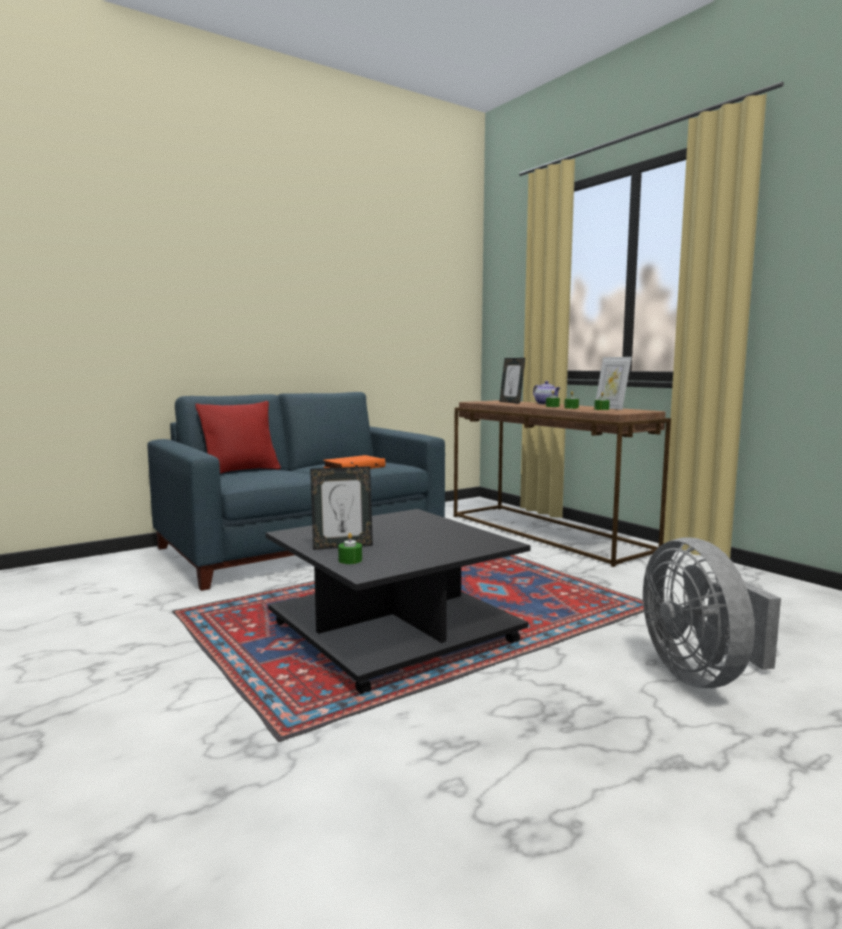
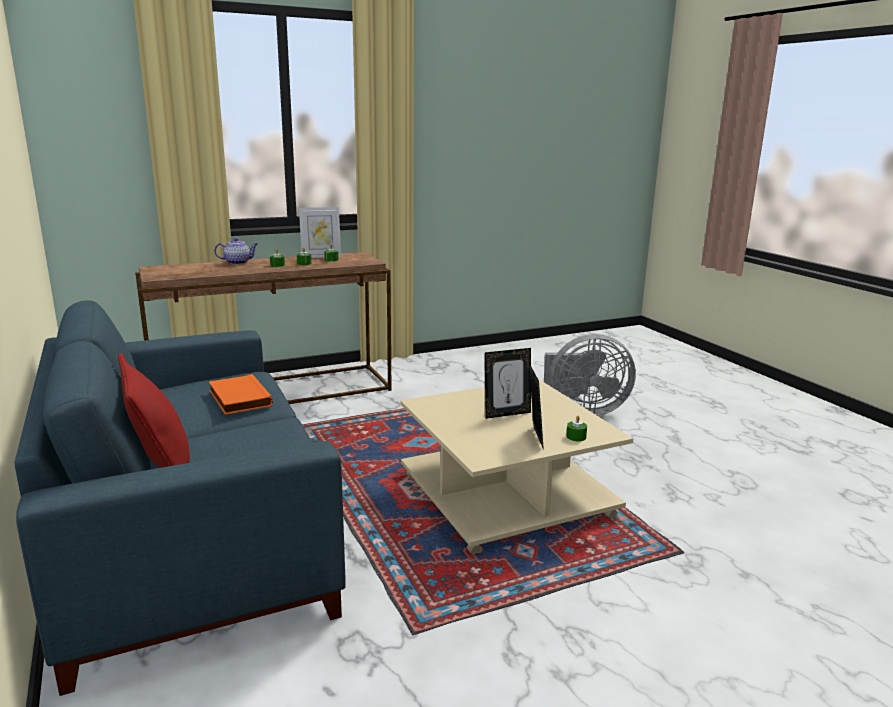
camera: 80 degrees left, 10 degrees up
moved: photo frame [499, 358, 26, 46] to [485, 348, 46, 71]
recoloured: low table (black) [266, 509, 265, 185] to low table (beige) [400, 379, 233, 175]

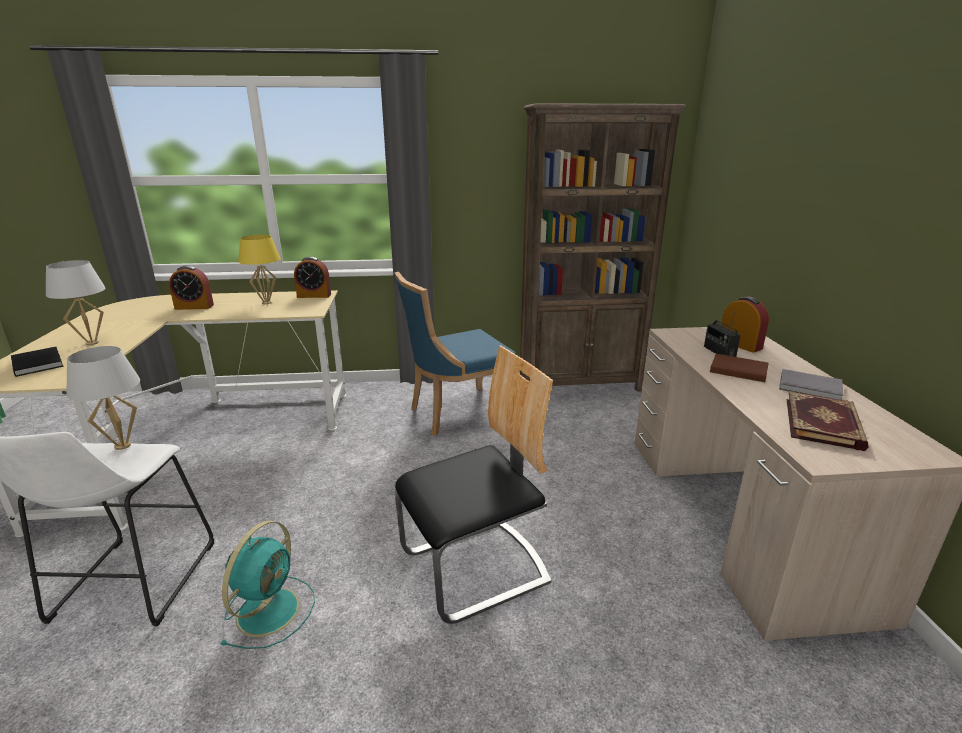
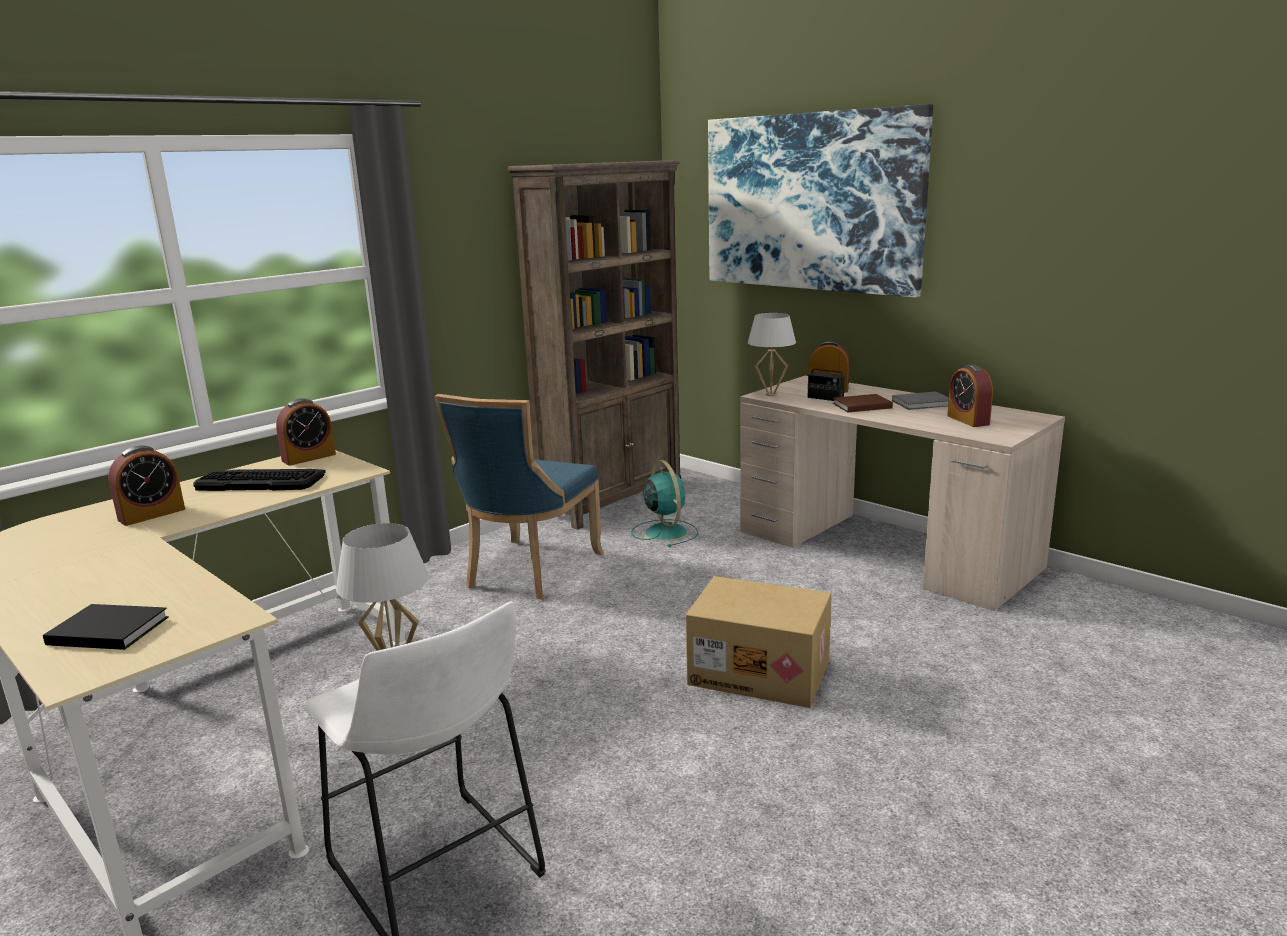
camera: 40 degrees left, 5 degrees down
added: wall picture [708, 104, 225, 194]
moved: table lamp (whitish) [46, 260, 60, 85] to [748, 313, 48, 83]; cooling fan (turquoise-coloured) [220, 521, 95, 128] to [631, 460, 68, 87]
replaced: table lamp (yellow) [238, 235, 43, 69] to keyboard [193, 469, 133, 22]; chair [395, 346, 158, 278] to carton [686, 576, 146, 132]; volume [787, 391, 81, 60] to alarm clock [947, 365, 46, 62]

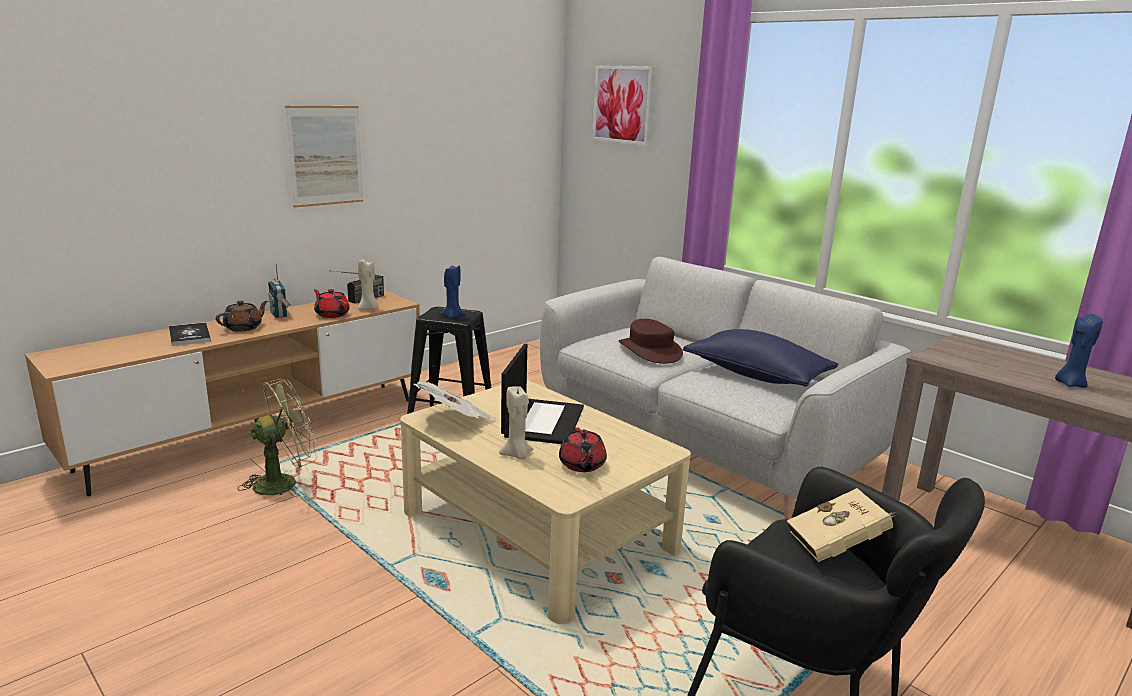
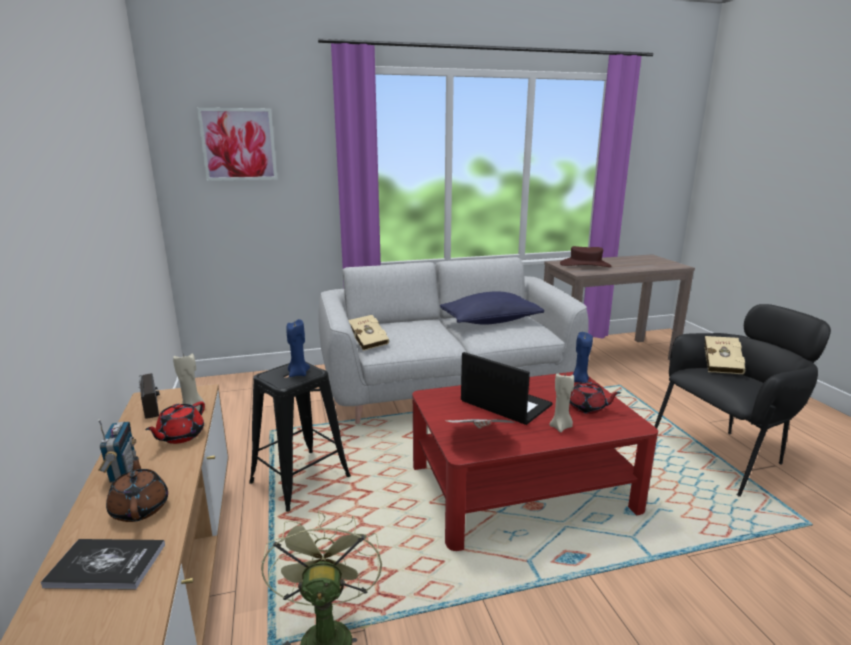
camera: 60 degrees left, 0 degrees up
removed: wall picture [285, 106, 79, 102]
added: volume (beige) [349, 315, 40, 36]
moved: wax candle (blue-coloured) [1055, 314, 48, 74] to [573, 332, 20, 51]; clothing hat (brownish) [619, 319, 64, 45] to [560, 246, 51, 21]
recoloured: low table (beige) [400, 380, 291, 244] to low table (red-coloured) [412, 372, 246, 179]
turned: radio receiver [268, 264, 23, 54] = [98, 419, 38, 64] 105 degrees counterclockwise; pot for tea (red-coloured) [314, 289, 36, 29] = [145, 401, 60, 43] 45 degrees counterclockwise

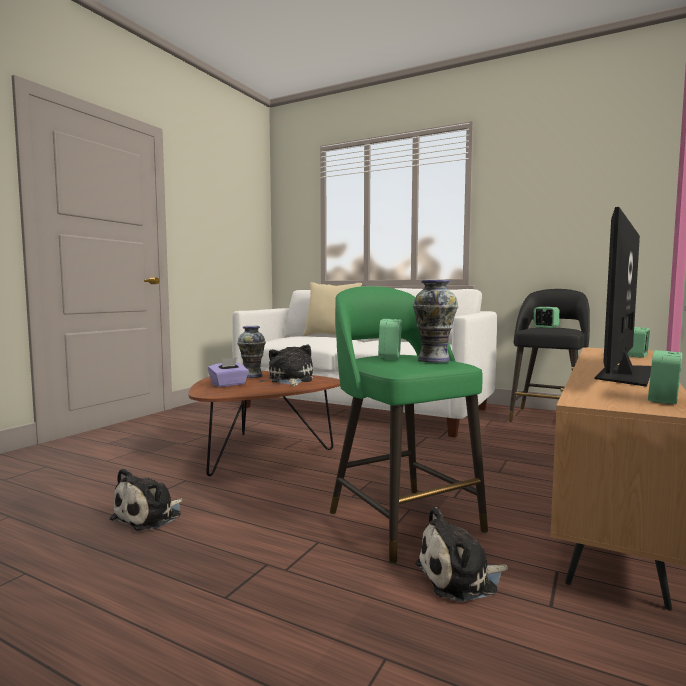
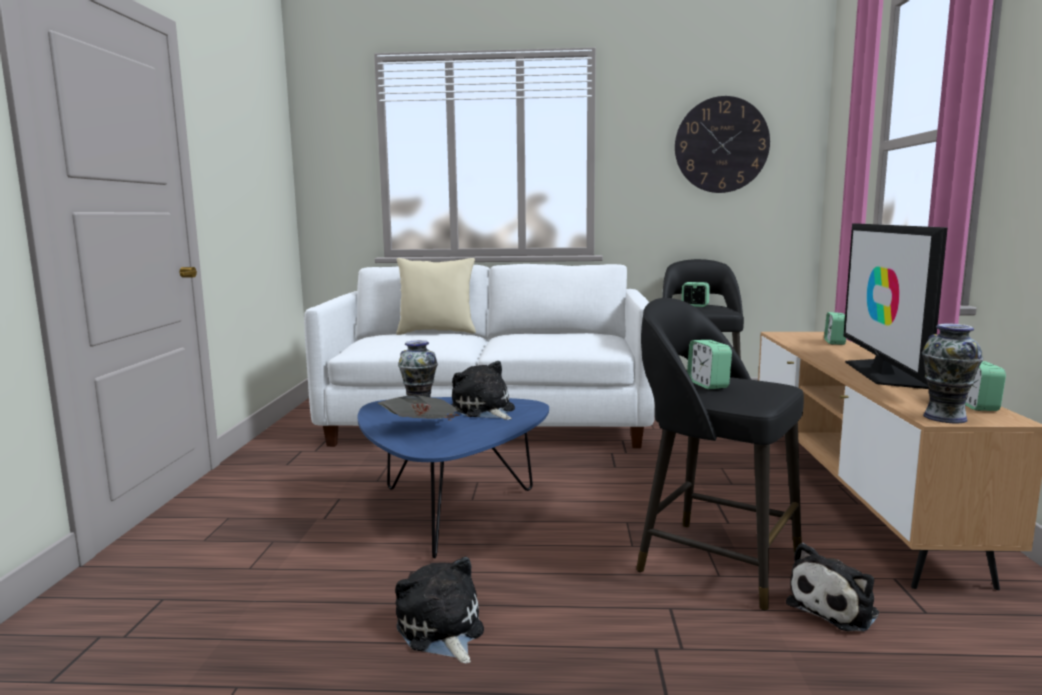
camera: 25 degrees left, 5 degrees up
added: clock on the wall [675, 96, 95, 97]
moved: flower vase [413, 279, 45, 84] to [922, 323, 61, 101]
replaced: tissue box (purple-coloured) [208, 358, 41, 29] to daily paper [378, 395, 80, 24]
recoloured: sitting stool (greenish) [330, 286, 158, 277] to sitting stool (black) [636, 298, 168, 313]; low table (brownish) [189, 371, 151, 105] to low table (blue-coloured) [358, 397, 191, 161]
turned: cuddly toy [110, 468, 73, 63] = [395, 556, 89, 108] 150 degrees clockwise

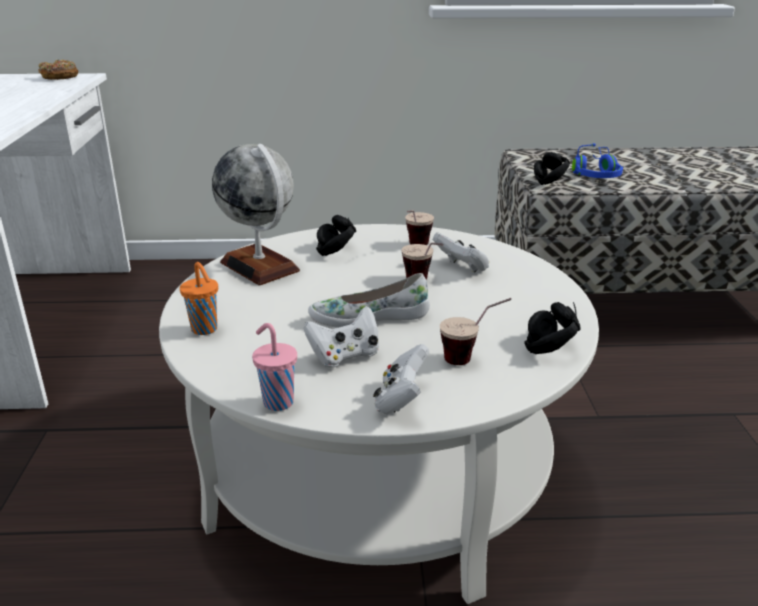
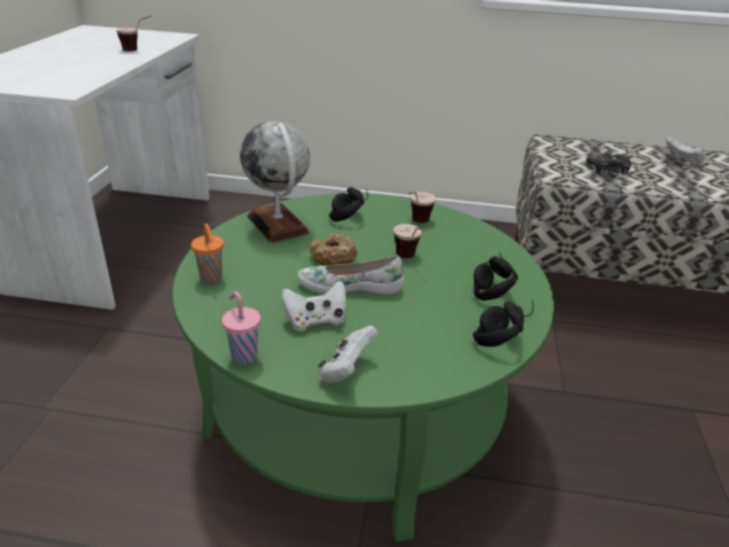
camera: 10 degrees right, 5 degrees up
moved: doughnut [38, 60, 40, 20] to [310, 233, 47, 33]; headset (black) [534, 152, 36, 33] to [473, 252, 45, 49]; joypad (whitish) [433, 232, 56, 40] to [666, 136, 39, 29]; small cup [440, 298, 71, 67] to [116, 15, 36, 36]
replaced: headset (blue-coloured) [572, 143, 51, 35] to joypad (black) [586, 152, 45, 23]
recoloured: low table (whitish) [159, 224, 440, 380] to low table (greenish) [172, 193, 382, 349]

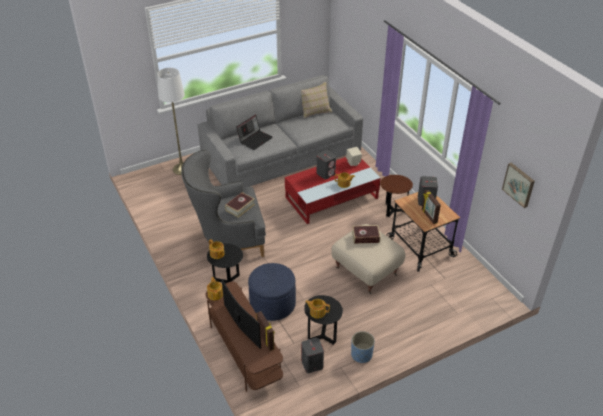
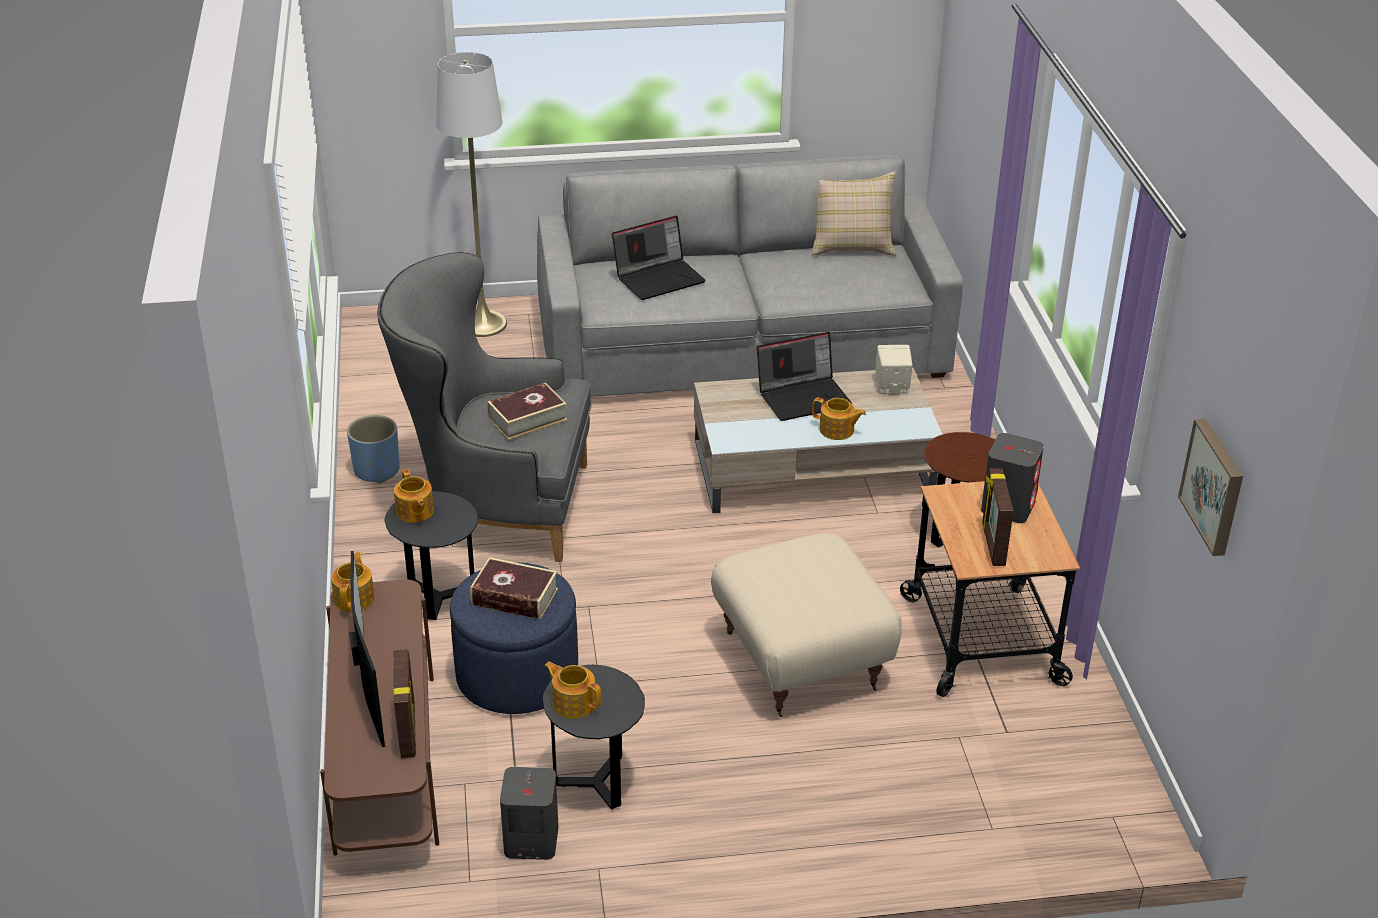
camera: 20 degrees right, 5 degrees down
moved: volume [352, 225, 29, 19] to [470, 557, 88, 63]; planter (blue-coloured) [351, 331, 24, 32] to [347, 415, 53, 68]
replaced: audio speaker (gray) [317, 150, 19, 29] to laptop [757, 332, 95, 89]
recoloured: low table (red-coloured) [285, 157, 96, 67] to low table (beige) [694, 367, 249, 146]

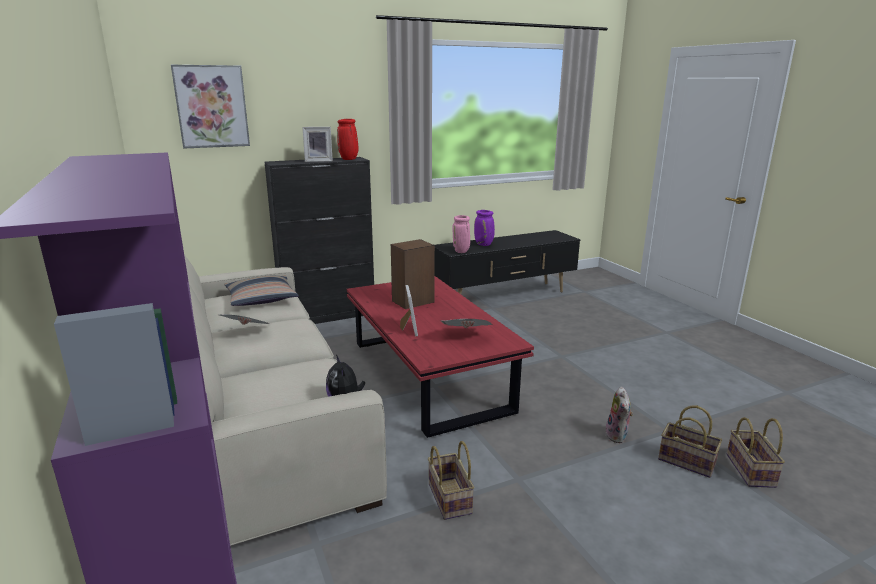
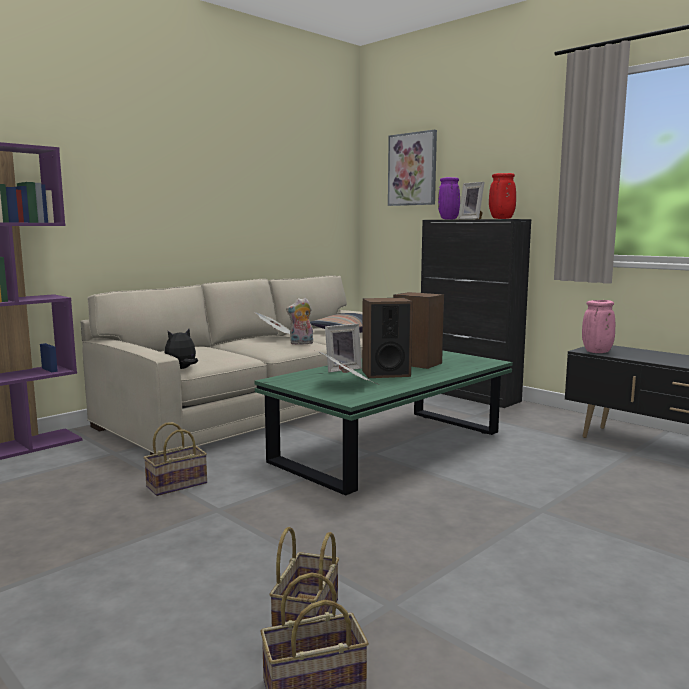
camera: 70 degrees right, 10 degrees down
added: audio speaker [362, 298, 51, 80]
moved: flower vase (purple-coloured) [474, 210, 21, 36] to [438, 177, 22, 43]; cuddly toy [605, 386, 28, 57] to [286, 298, 27, 47]
recoloured: low table (red-coloured) [347, 276, 187, 162] to low table (greenish) [254, 351, 259, 145]

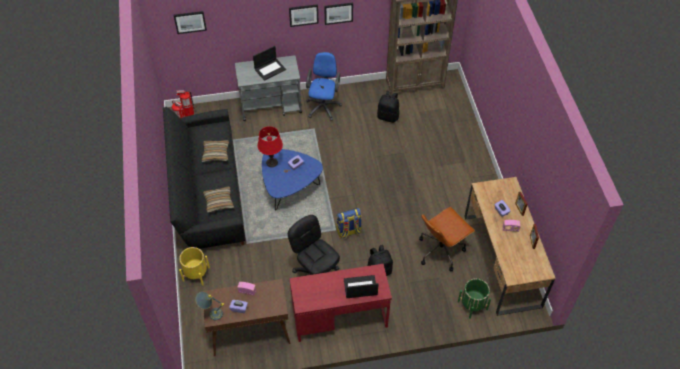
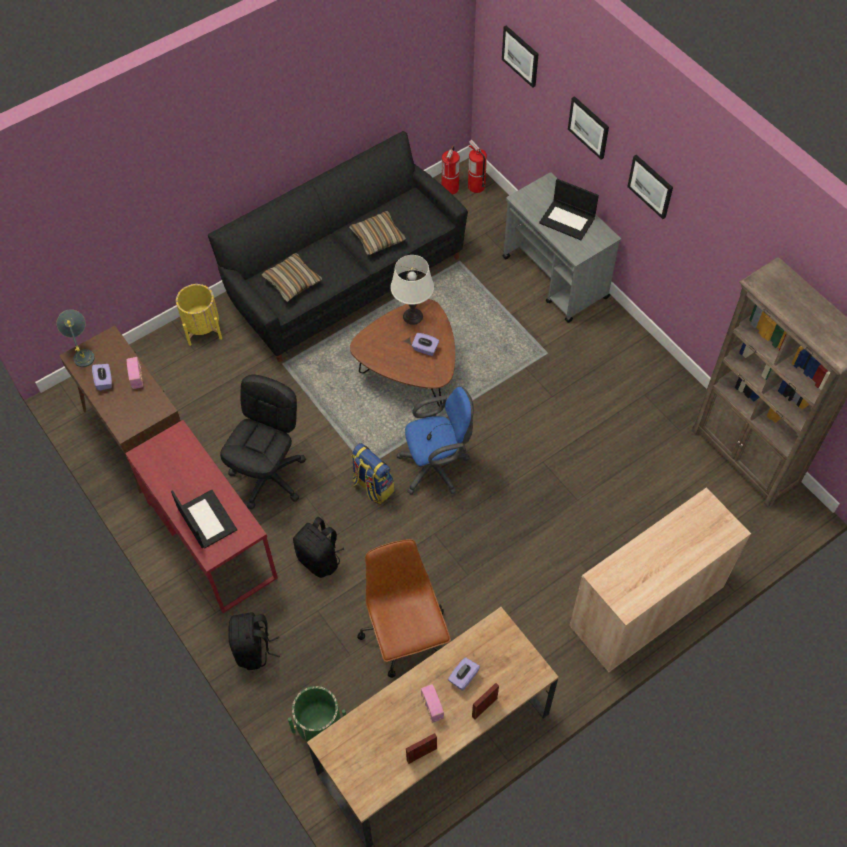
camera: 65 degrees right, 5 degrees up
added: cabinet (beige) [569, 487, 182, 185]
moved: wall picture [324, 3, 29, 22] to [568, 96, 41, 64]; desk chair (blue-coloured) [306, 52, 36, 69] to [396, 387, 78, 108]; backpack (black) [377, 91, 22, 32] to [228, 612, 52, 58]
recoloured: table lamp (red-coloured) [257, 126, 26, 41] to table lamp (whitish) [391, 255, 43, 70]; low table (blue-coloured) [262, 149, 61, 62] to low table (brownish) [350, 299, 105, 108]
turned: desk chair (brownish) [419, 207, 56, 64] = [357, 539, 94, 139] 45 degrees clockwise

